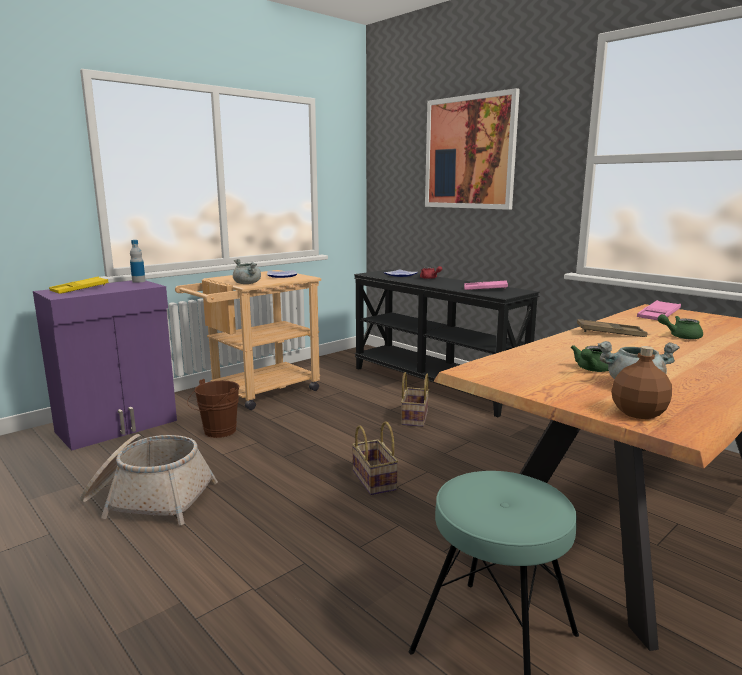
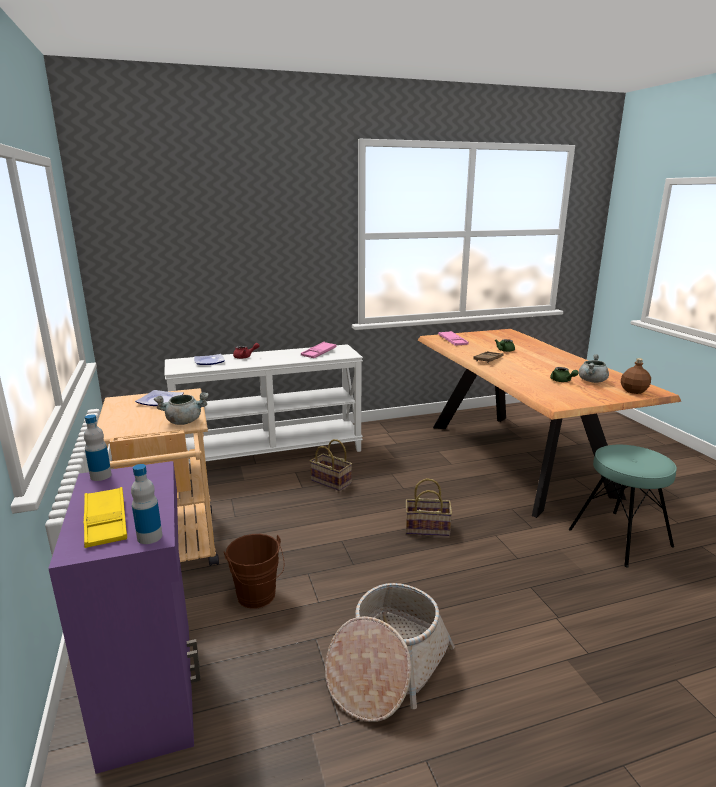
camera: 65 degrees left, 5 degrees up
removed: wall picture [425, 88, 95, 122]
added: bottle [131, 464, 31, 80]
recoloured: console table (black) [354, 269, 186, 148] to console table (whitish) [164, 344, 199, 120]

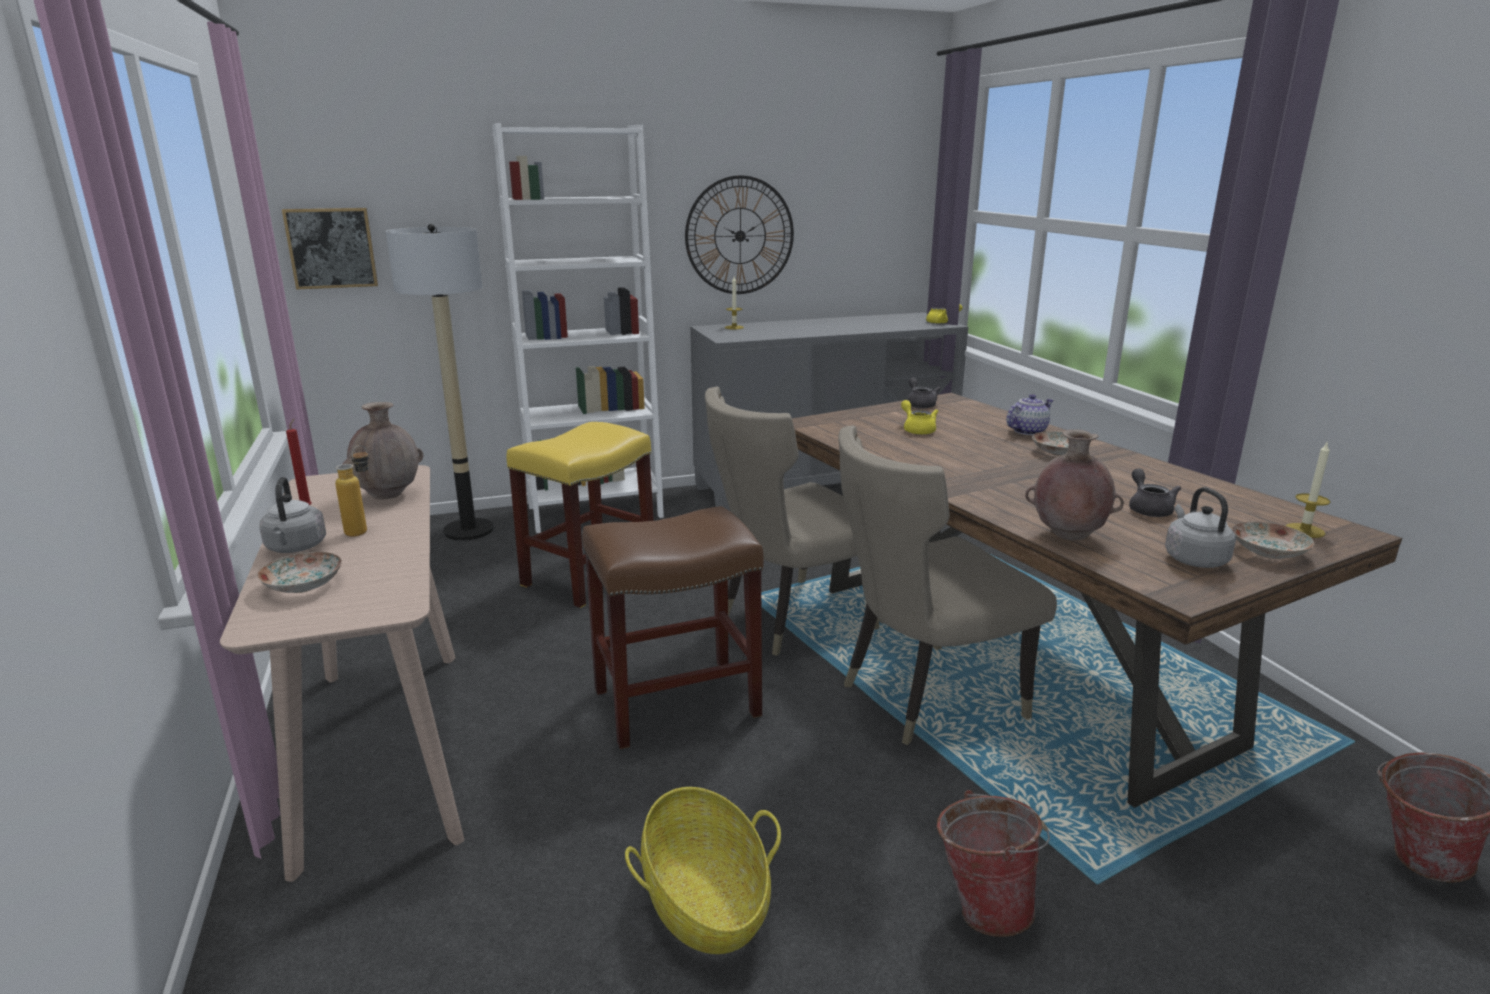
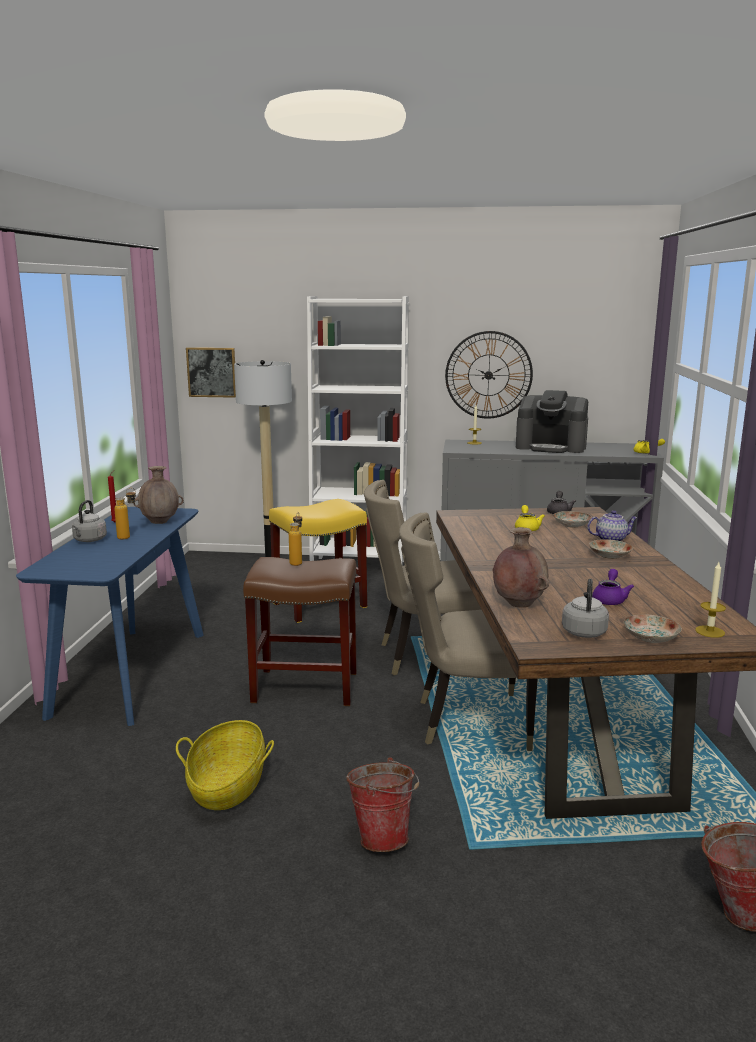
camera: 25 degrees right, 5 degrees down
added: coffee maker [516, 390, 72, 63]; bottle [289, 512, 13, 54]
moved: plate [257, 552, 85, 41] to [554, 511, 38, 17]
recoloured: console table (beige) [220, 465, 244, 417] to console table (blue-coloured) [16, 507, 188, 219]; pot for tea (gray) [1129, 469, 52, 48] to pot for tea (purple-coloured) [592, 569, 42, 36]

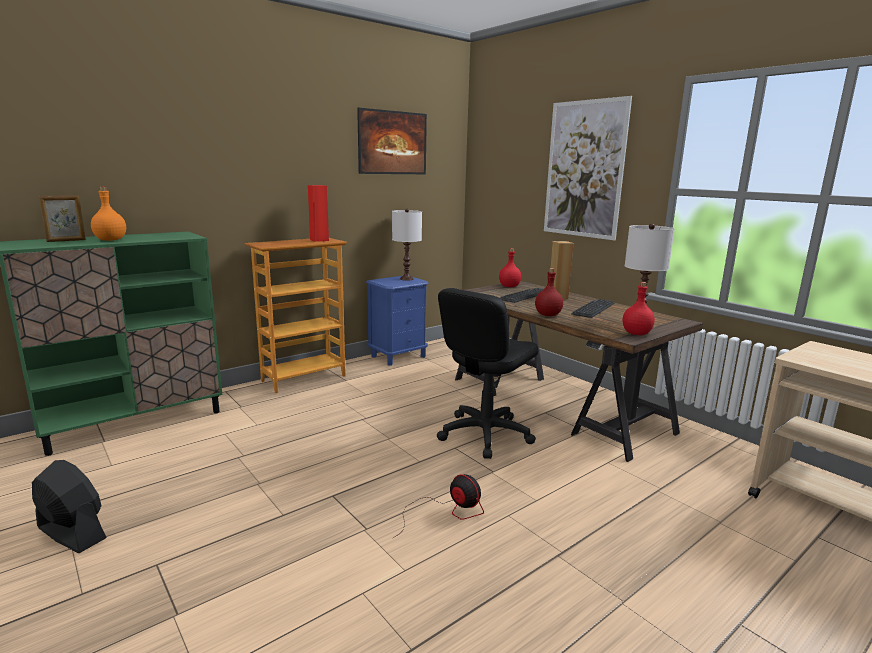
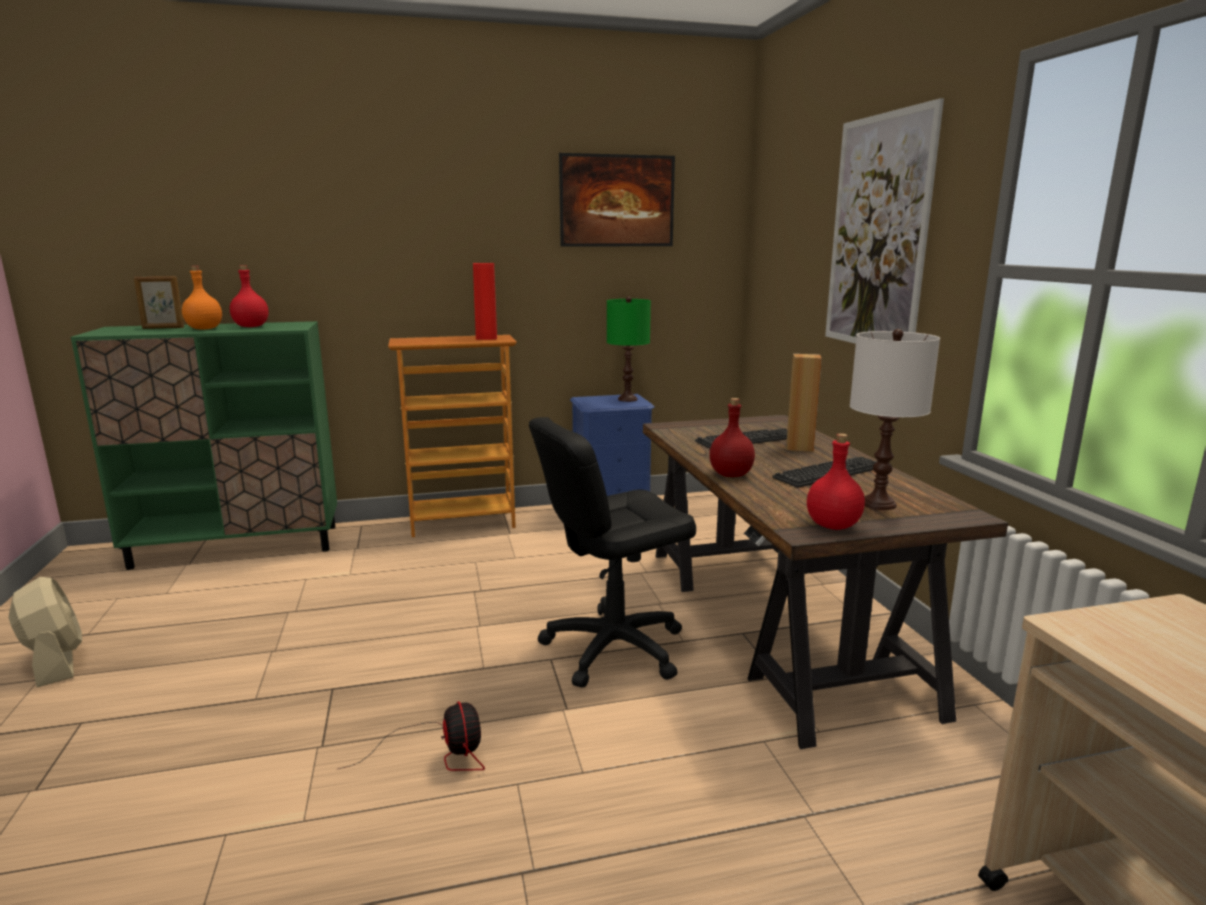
camera: 25 degrees right, 0 degrees up
moved: bottle (red-coloured) [499, 248, 22, 39] to [230, 265, 39, 62]
recoloured: table lamp (whitish) [392, 209, 30, 72] to table lamp (greenish) [607, 296, 44, 106]; cooling fan (black) [32, 460, 75, 93] to cooling fan (beige) [8, 577, 74, 110]

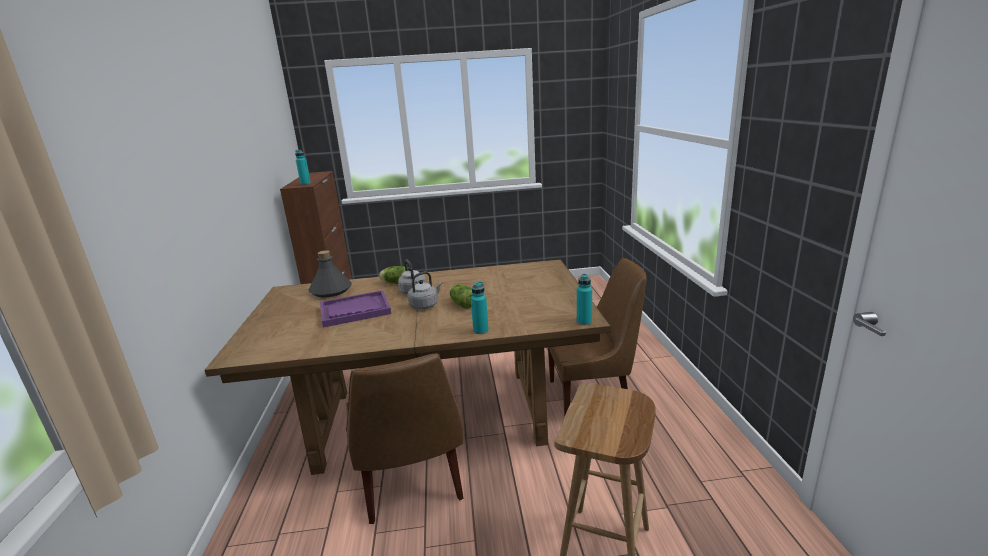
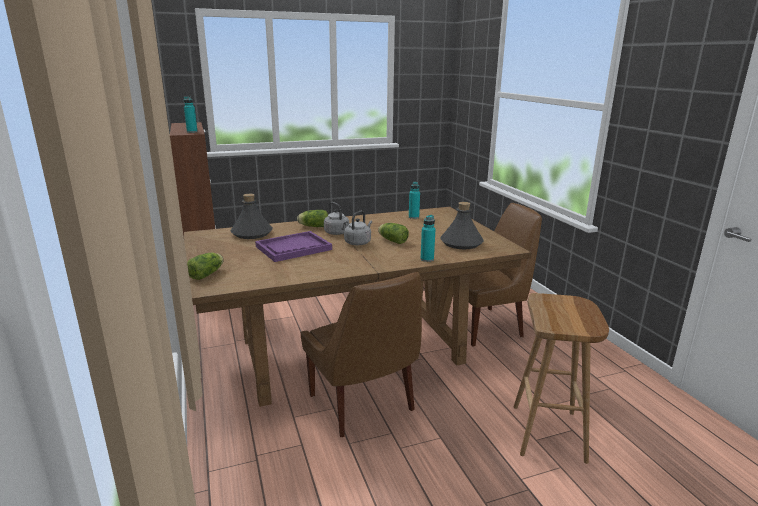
camera: 15 degrees left, 0 degrees up
added: bottle (gray) [441, 202, 43, 47]; lettuce [187, 253, 36, 27]
moved: bottle (turquoise-coloured) [577, 274, 15, 51] to [409, 182, 11, 37]

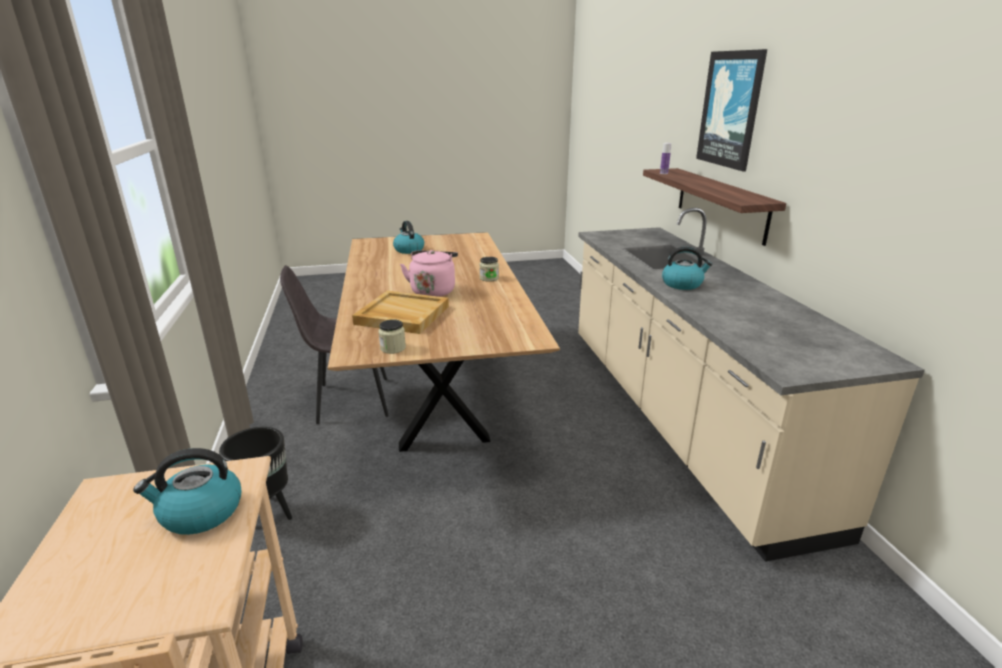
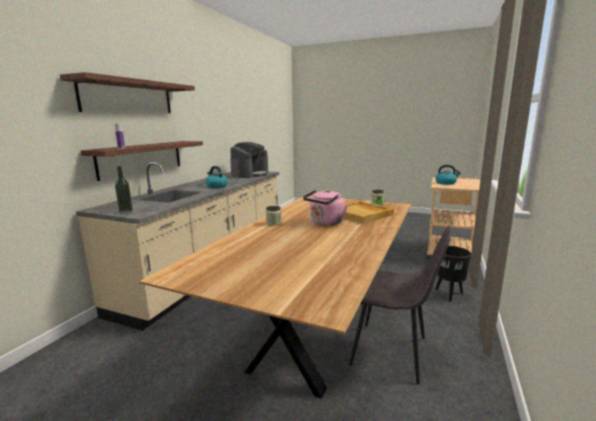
camera: 145 degrees left, 10 degrees down
removed: kettle [393, 221, 31, 33]
added: coffee maker [230, 142, 38, 36]; bottle [115, 166, 18, 48]
replaced: wall picture [696, 49, 71, 122] to wall shelf [60, 72, 135, 41]

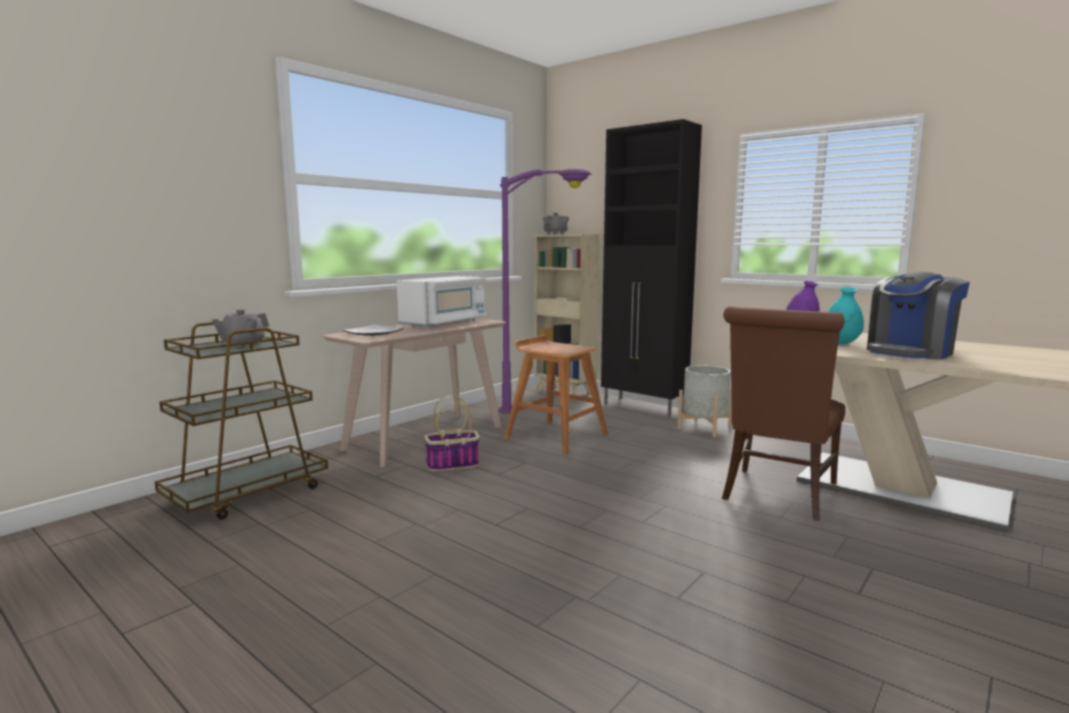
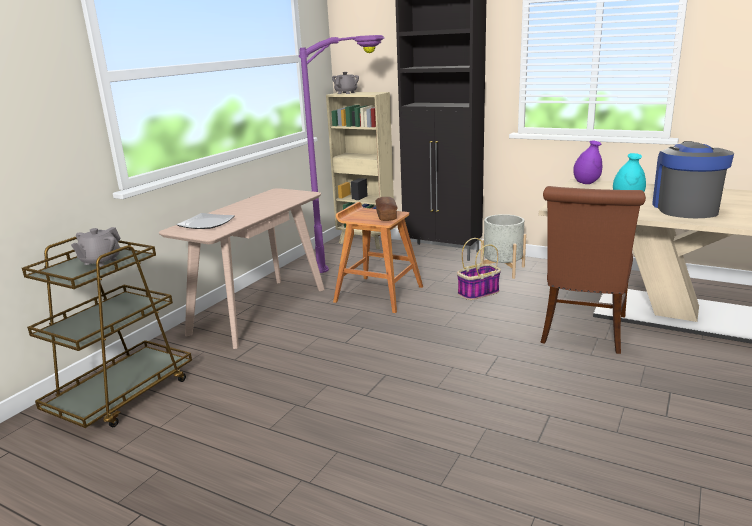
camera: 10 degrees left, 10 degrees up
removed: microwave oven (whitish) [397, 276, 89, 52]
added: bakery bread [375, 197, 23, 24]
moved: household basket [424, 395, 55, 76] to [457, 238, 44, 62]
turned: coffee maker [867, 272, 103, 88] = [652, 141, 82, 77] 150 degrees clockwise

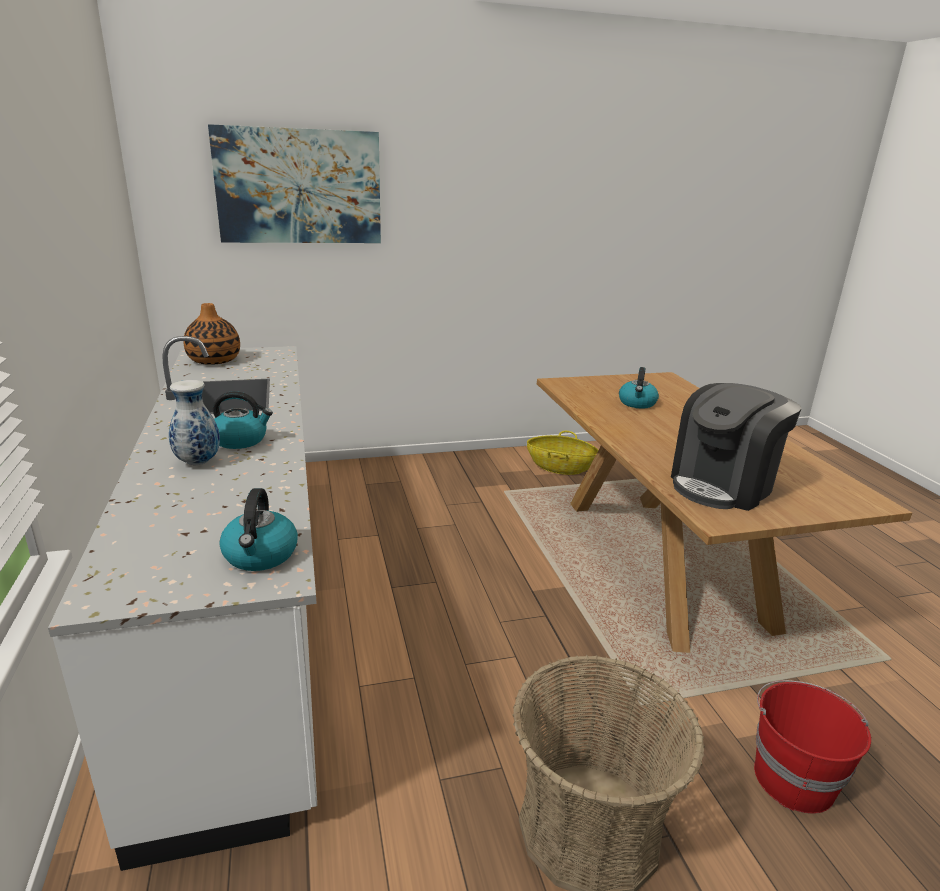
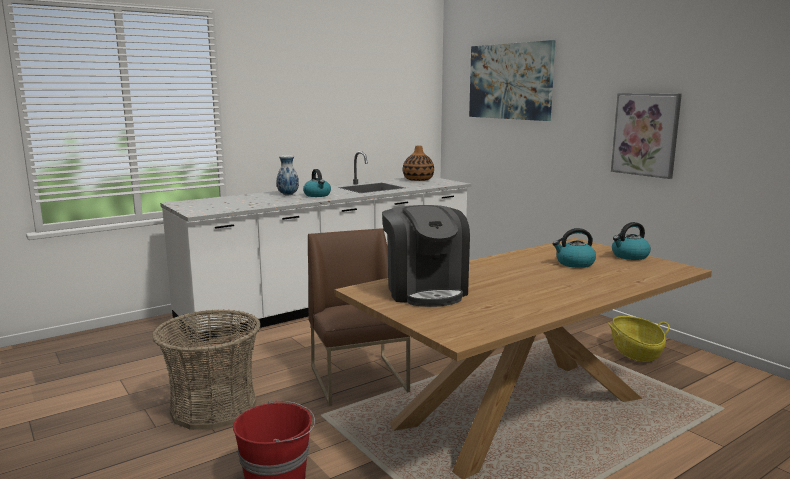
camera: 70 degrees right, 10 degrees down
added: wall picture [611, 93, 71, 86]; chair (brownish) [308, 228, 103, 178]
moved: kettle [219, 488, 79, 83] to [612, 222, 39, 38]
turned: coffee maker [671, 383, 131, 128] = [382, 205, 88, 102] 135 degrees counterclockwise

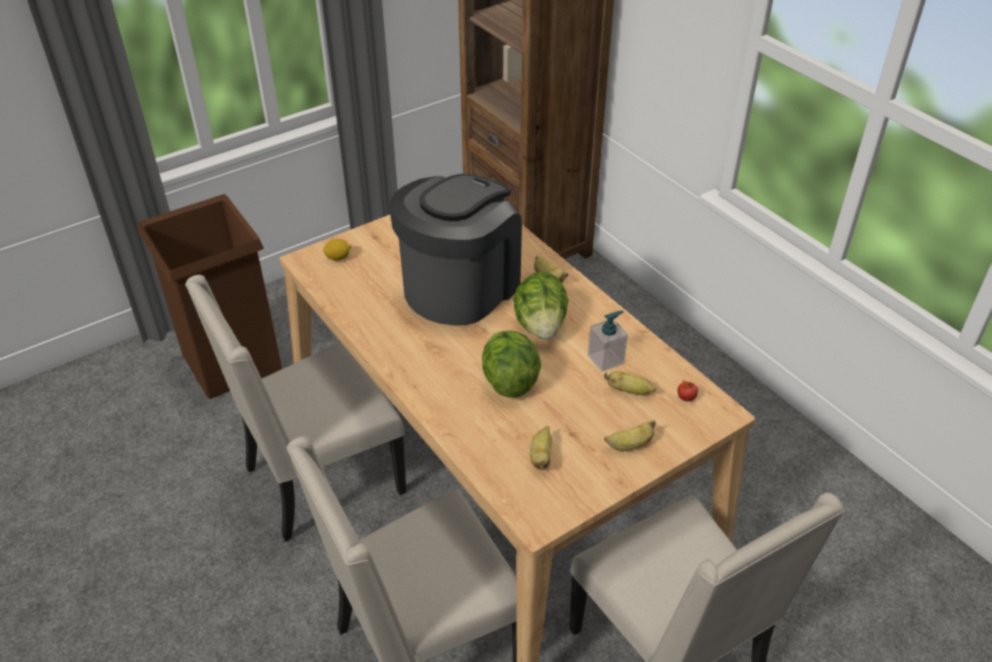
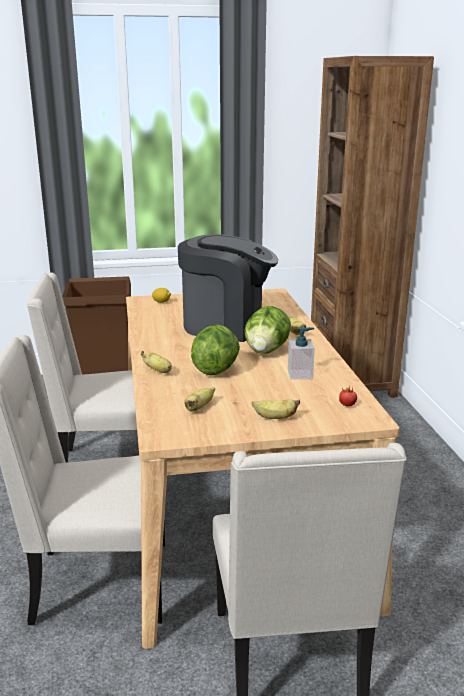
camera: 25 degrees right, 20 degrees down
moved: whole banana [604, 371, 52, 24] to [141, 351, 31, 22]
turned: coffee maker [389, 174, 133, 152] = [178, 234, 100, 108] 45 degrees clockwise

